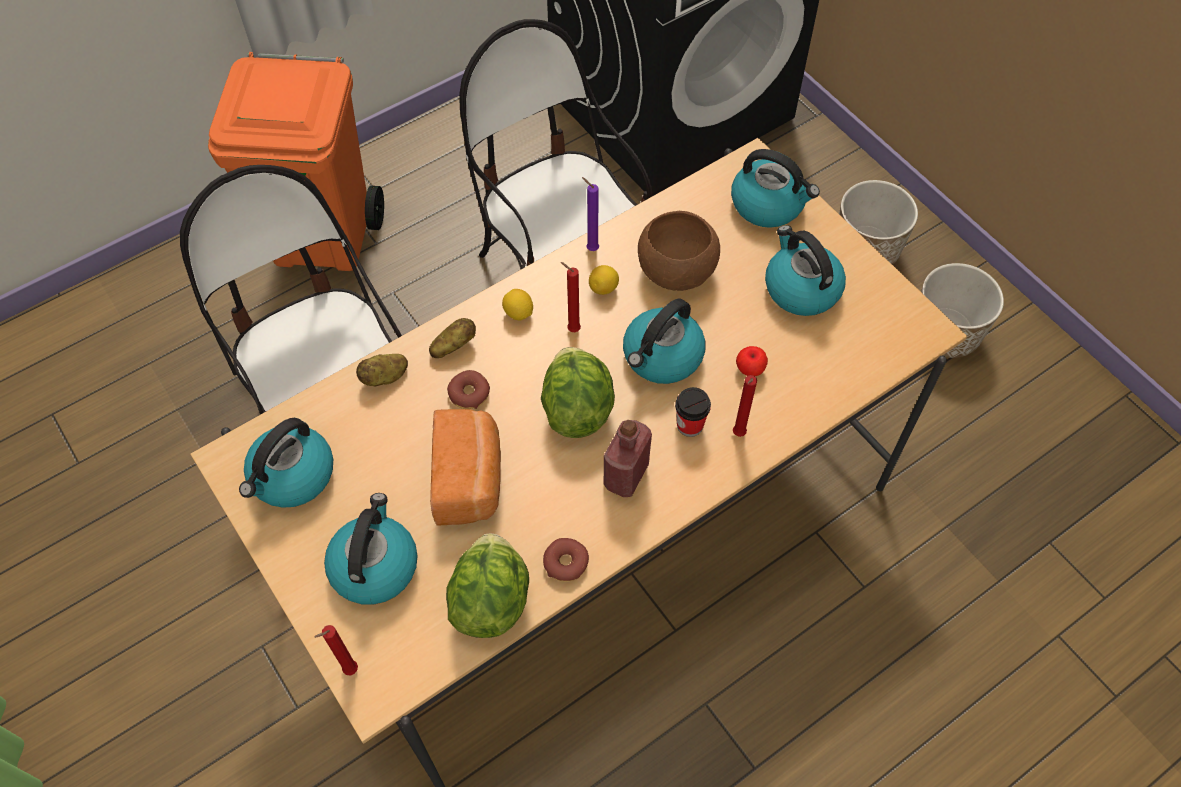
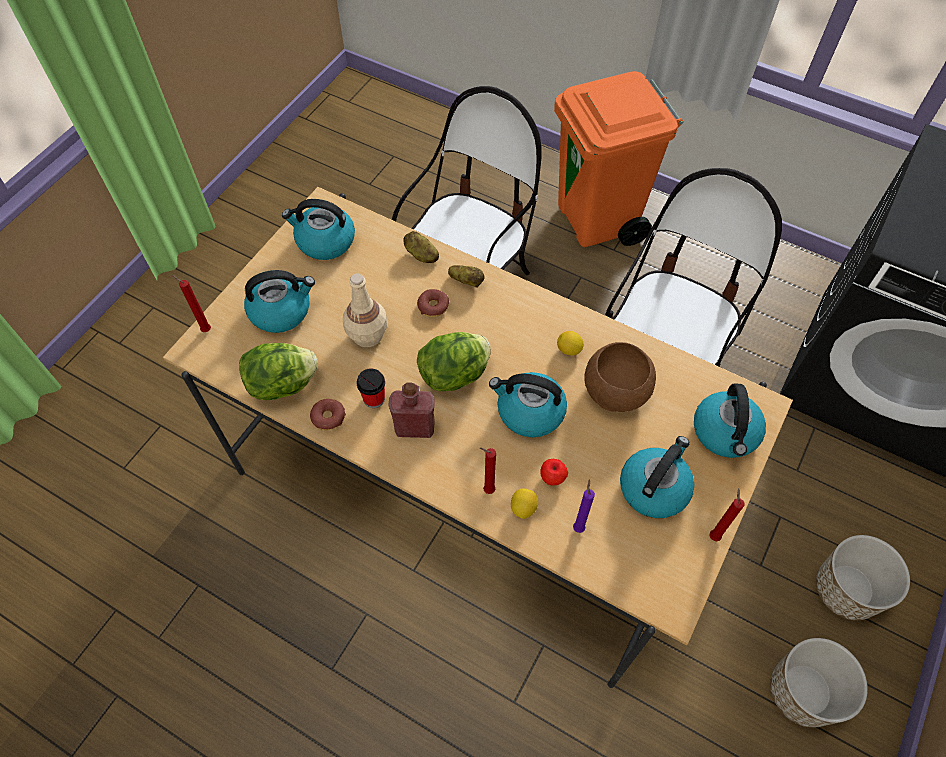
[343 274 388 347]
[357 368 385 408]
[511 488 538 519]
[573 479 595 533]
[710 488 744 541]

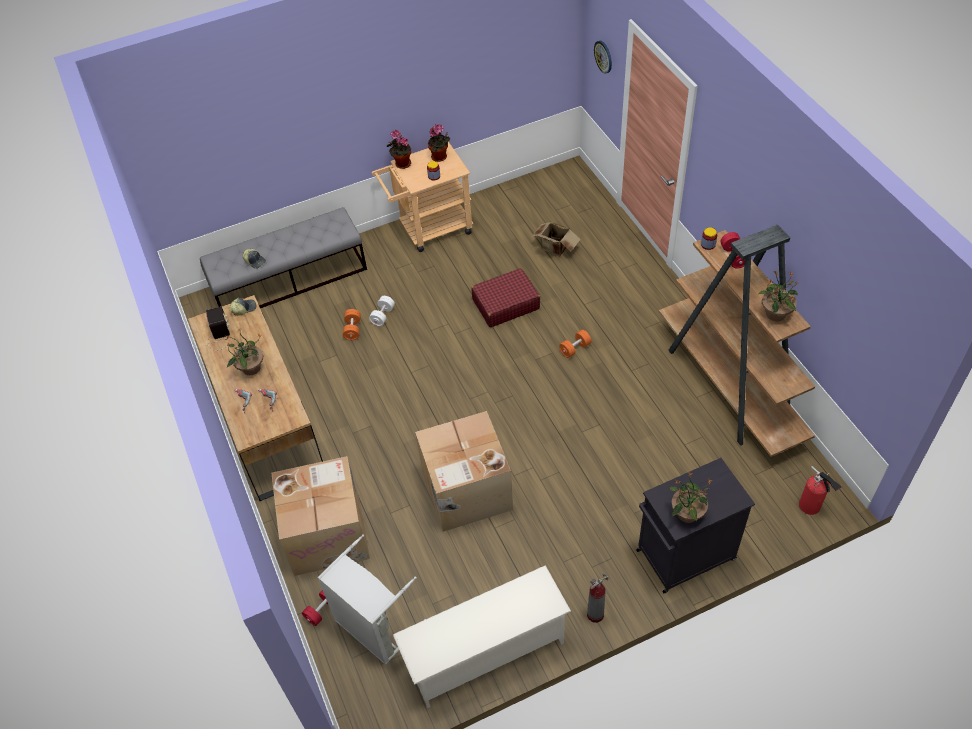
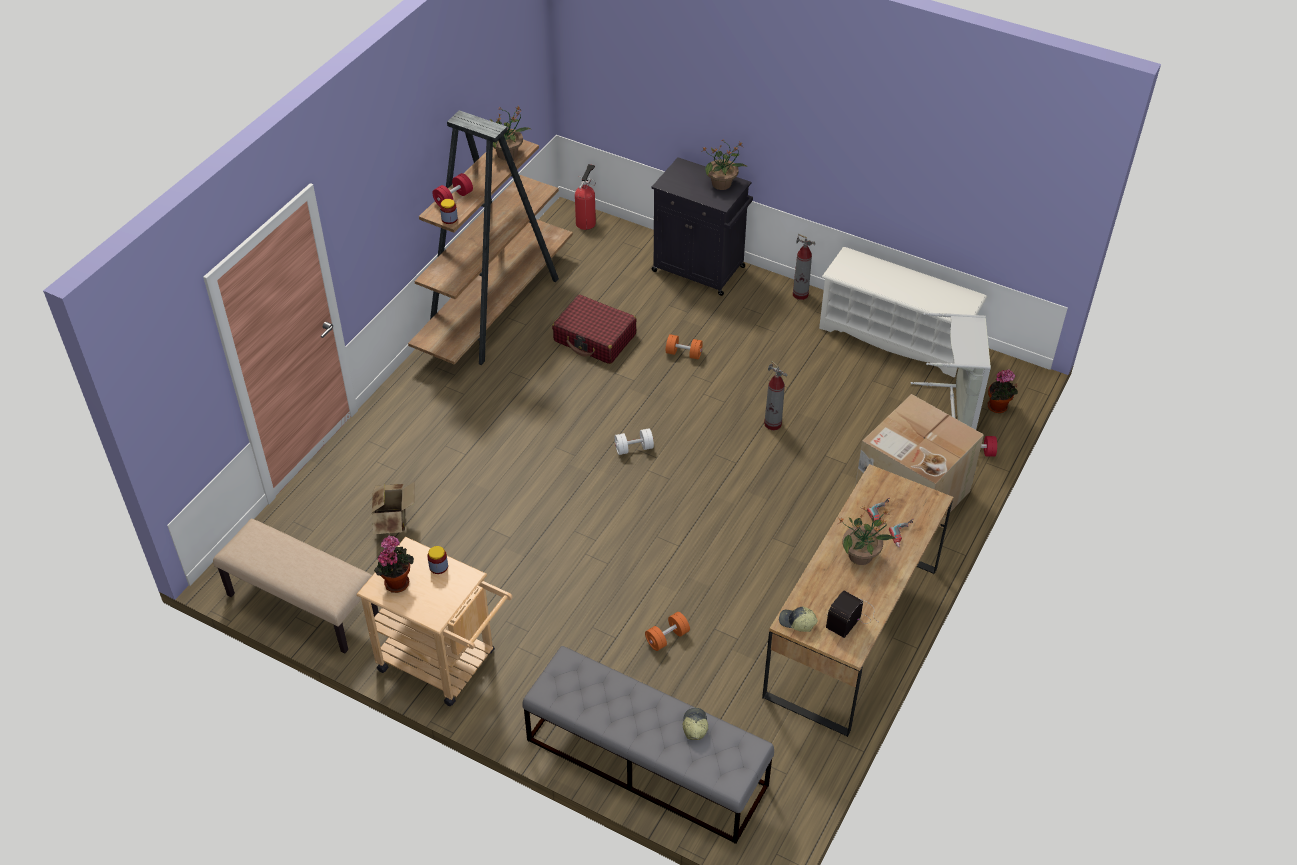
[213 519 379 653]
[552 295 637 364]
[615 428 654 455]
[666 334 703 359]
[764 361 787 431]
[988 369 1018 413]
[594 41 612 74] (first image)

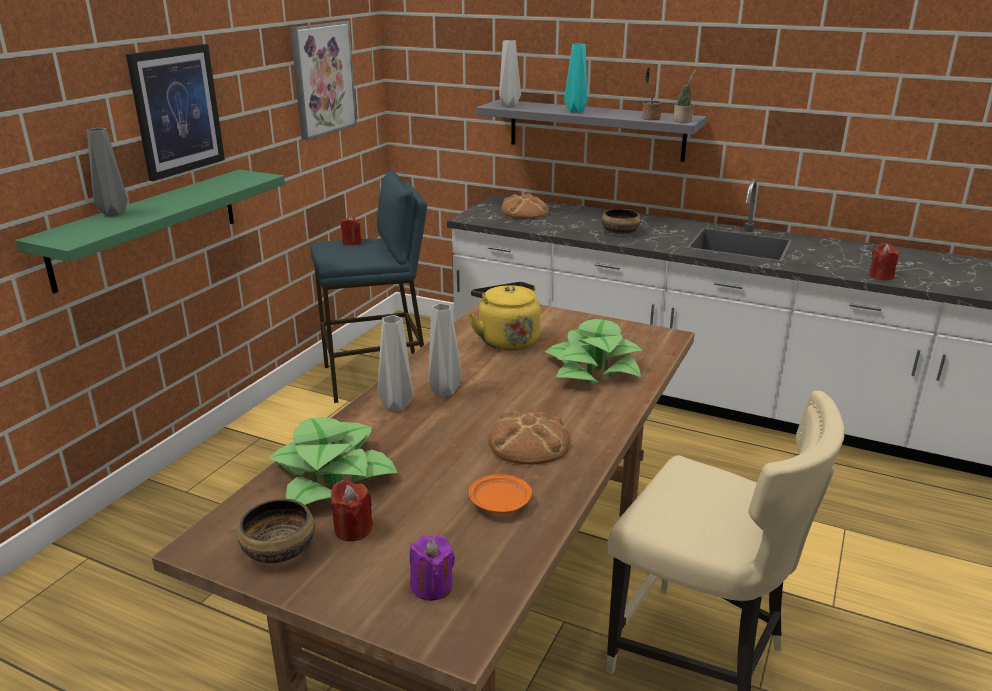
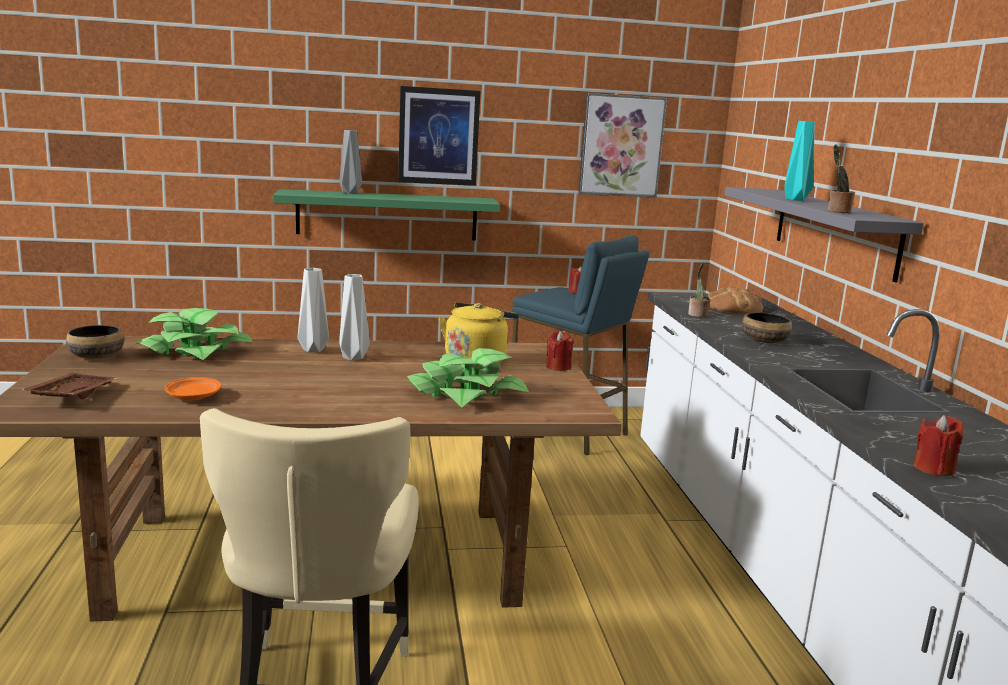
[20 373 118 399]
[546 331 573 371]
[688 262 711 317]
[489 410 570 465] (first image)
[499 40 521 107] (first image)

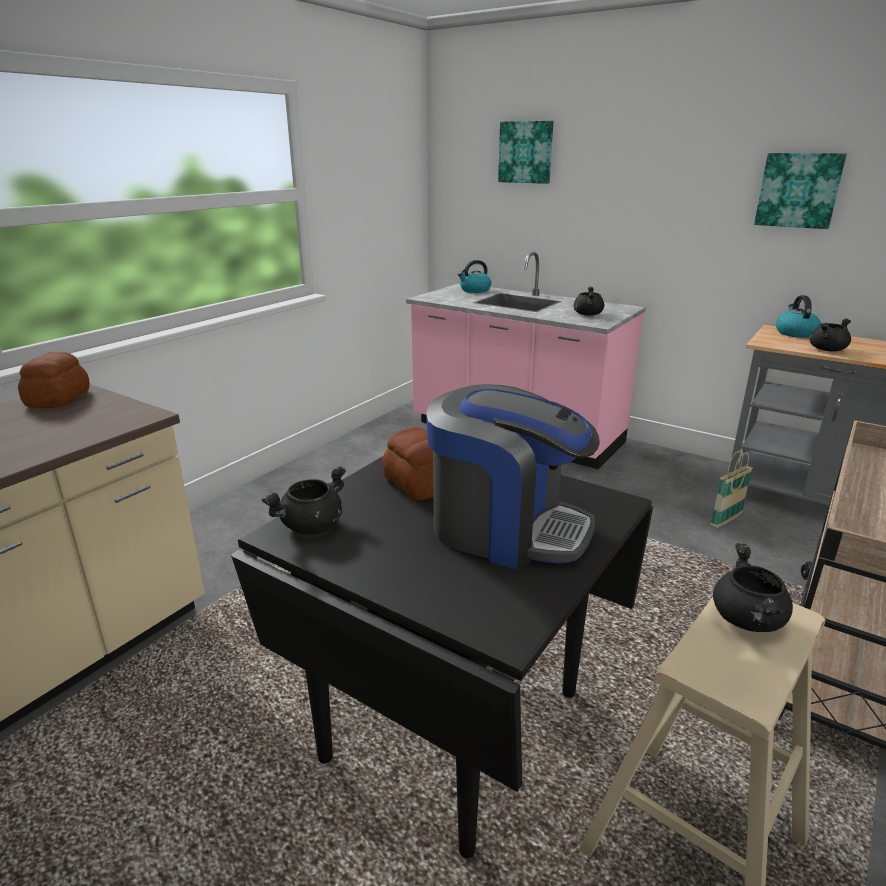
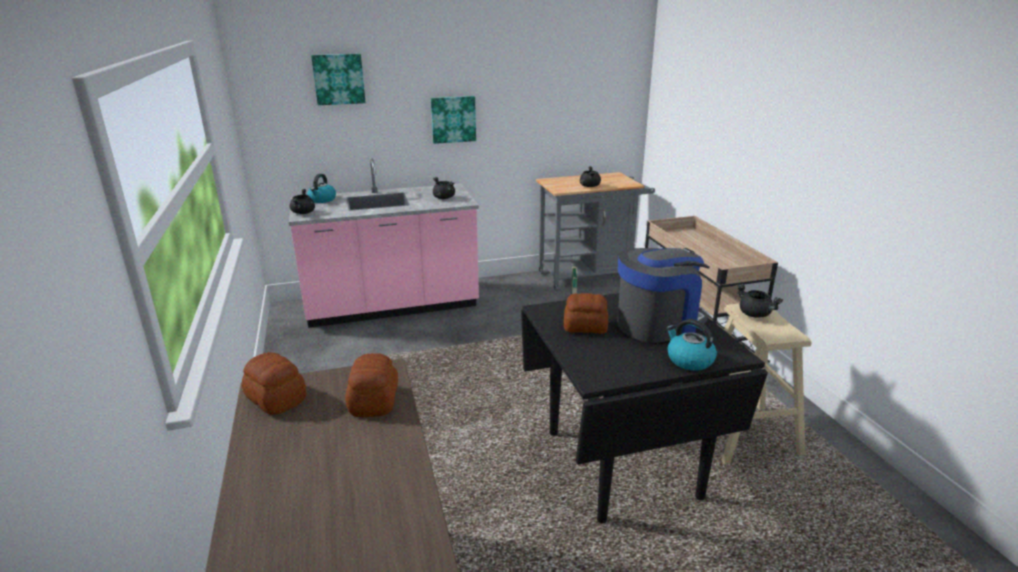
[290 189 315 214]
[345 353 398 417]
[431 96 476 144]
[666 319 717 371]

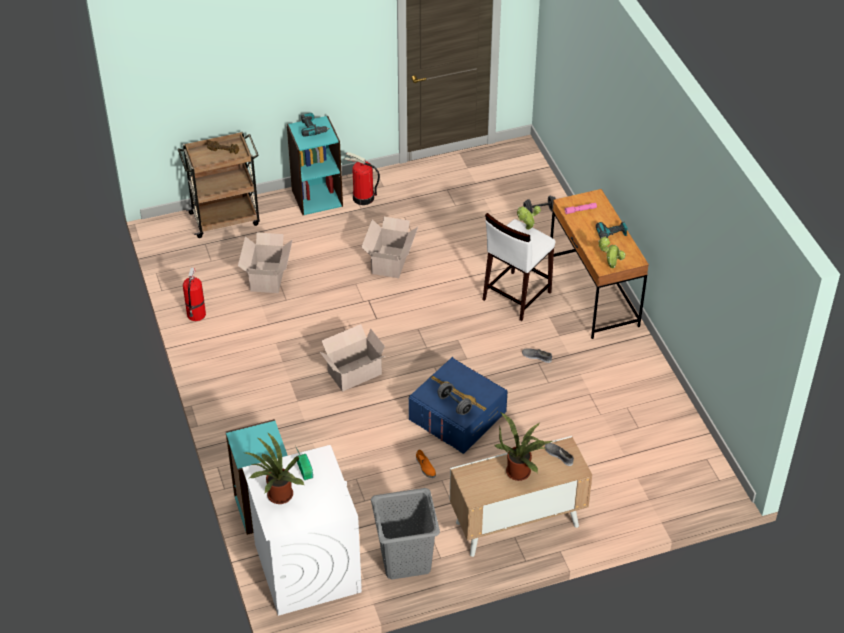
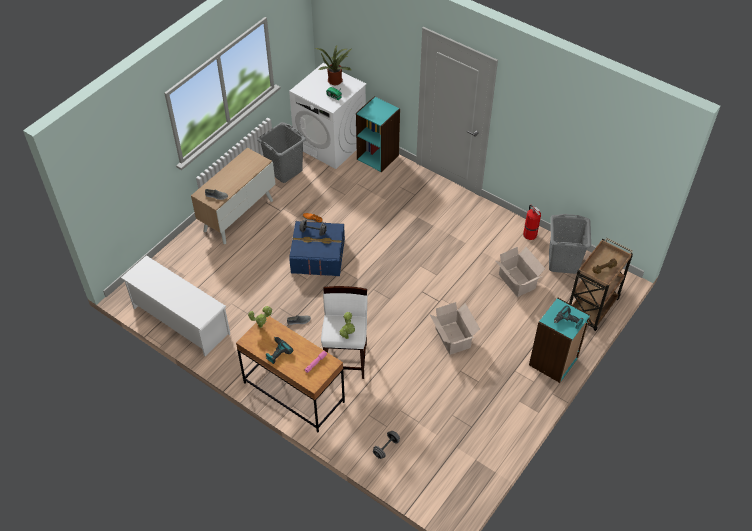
[121 255 230 357]
[549 214 591 274]
[319 324 385 391] (first image)
[345 152 380 205] (first image)
[495 412 553 481] (first image)

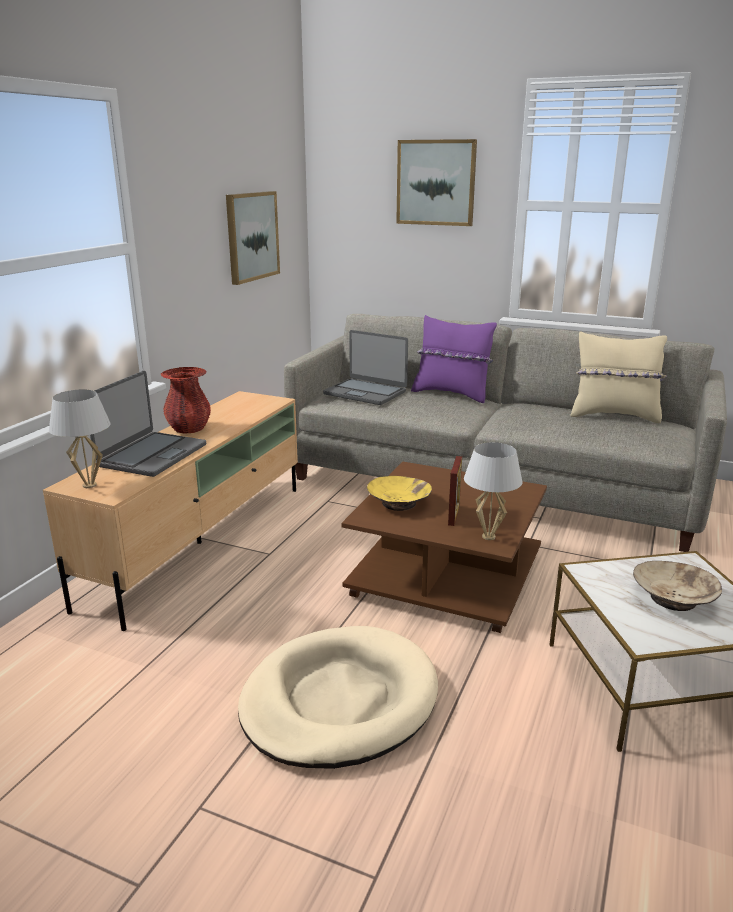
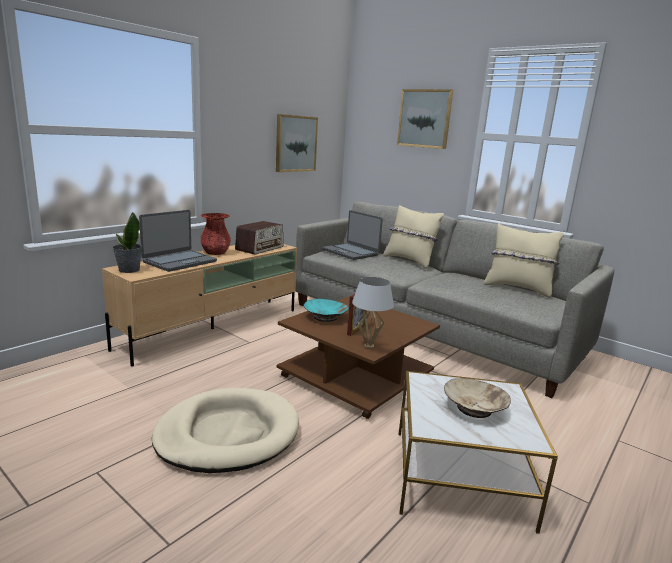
[112 212 142 273]
[235 221 284 254]
[304 299 349 322]
[383 205 444 269]

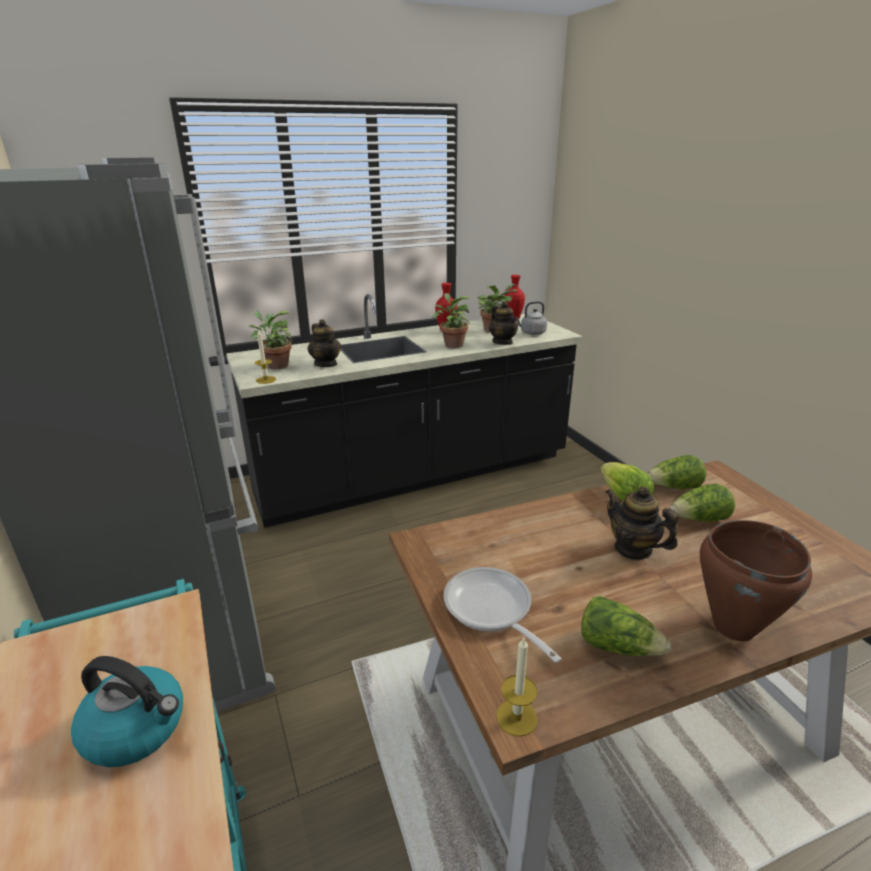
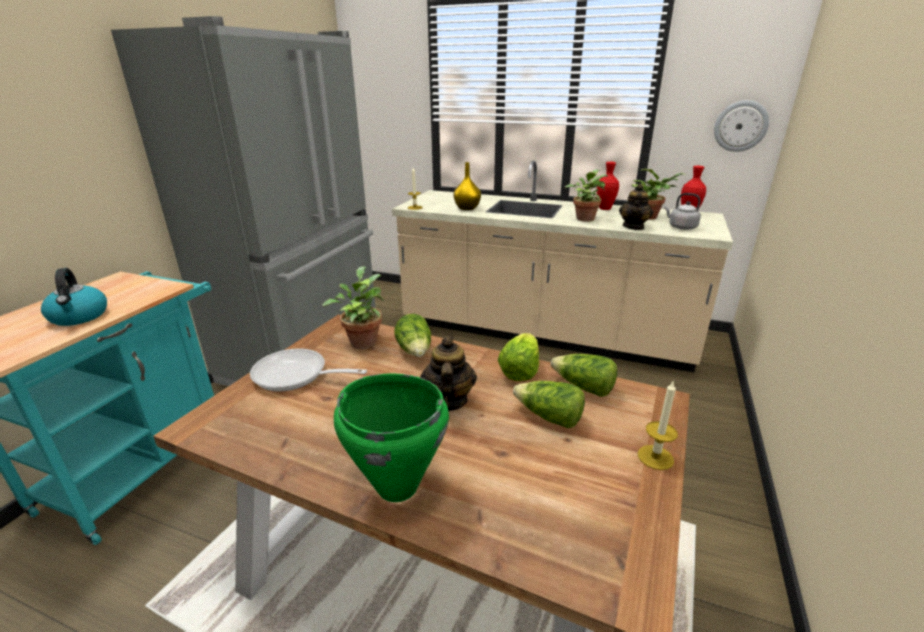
[250 348 367 392]
[322 266 384 349]
[334 374 449 502]
[392 160 733 372]
[394 314 431 357]
[453 162 481 210]
[638 382 678 470]
[714 100 769 152]

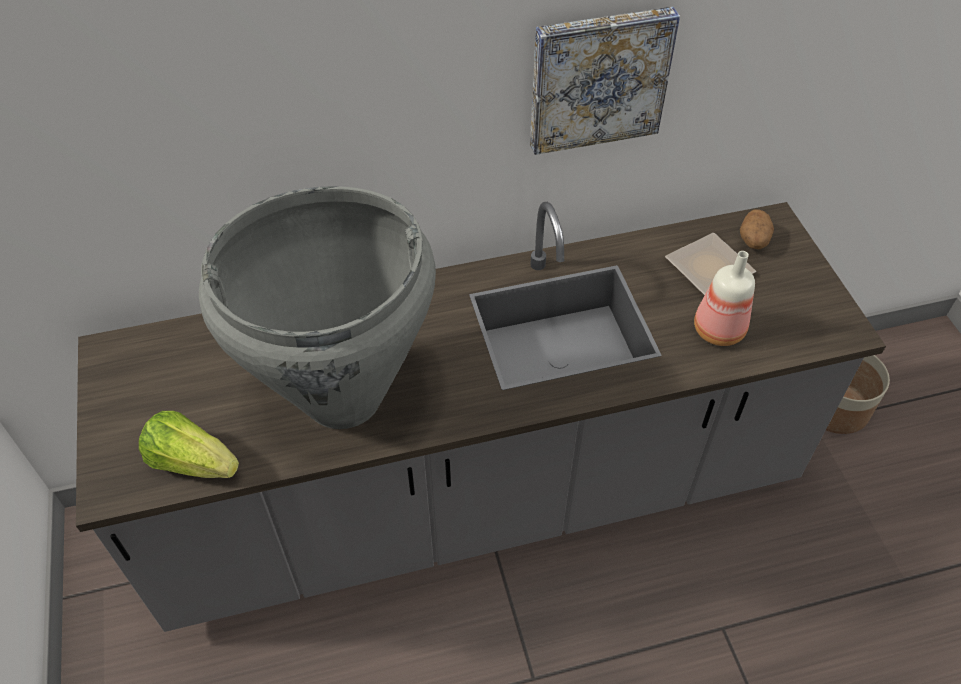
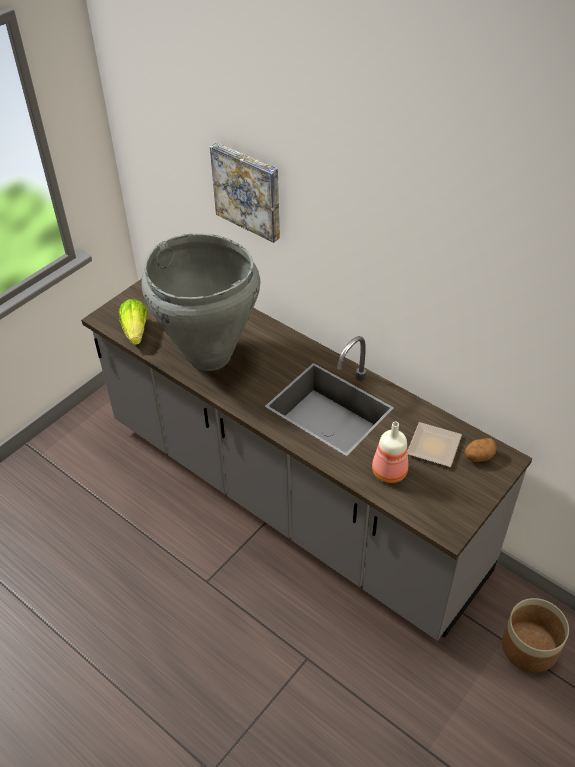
[210 142 280 243]

